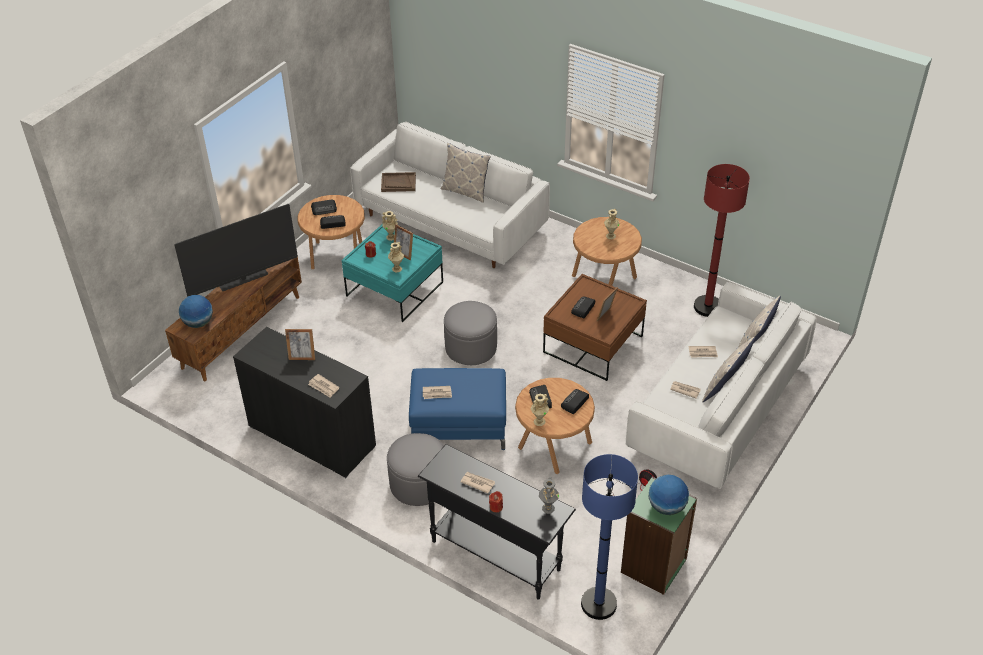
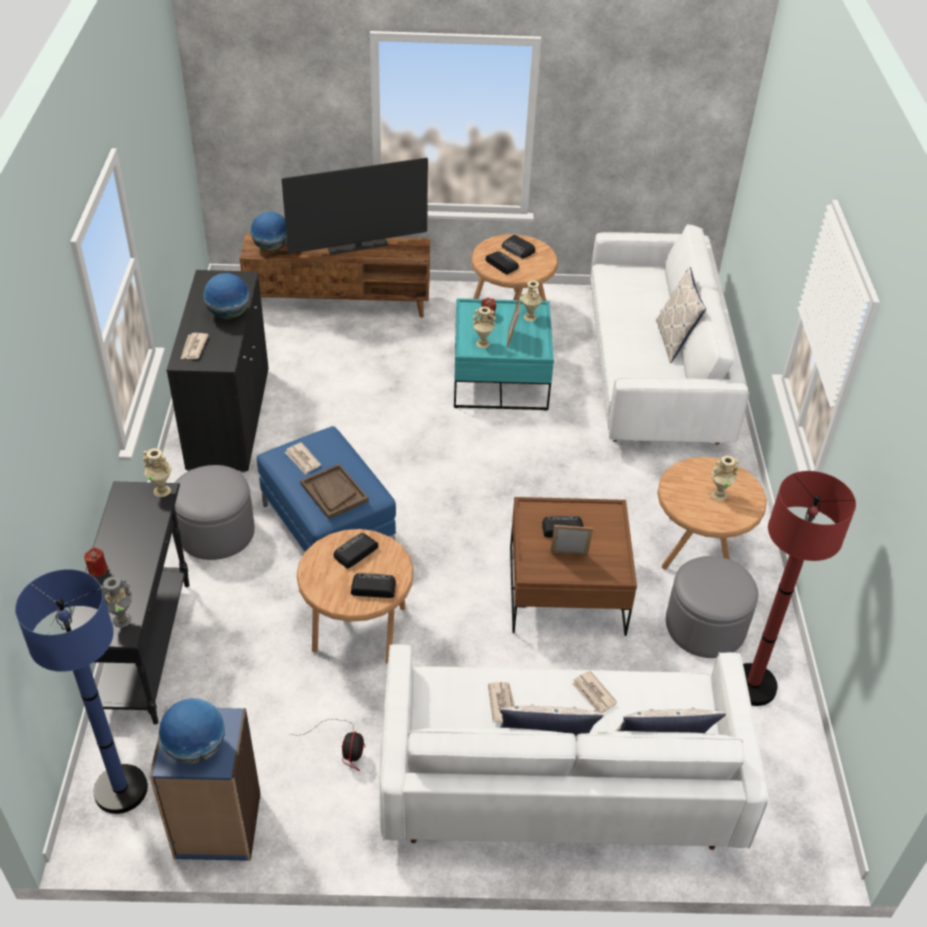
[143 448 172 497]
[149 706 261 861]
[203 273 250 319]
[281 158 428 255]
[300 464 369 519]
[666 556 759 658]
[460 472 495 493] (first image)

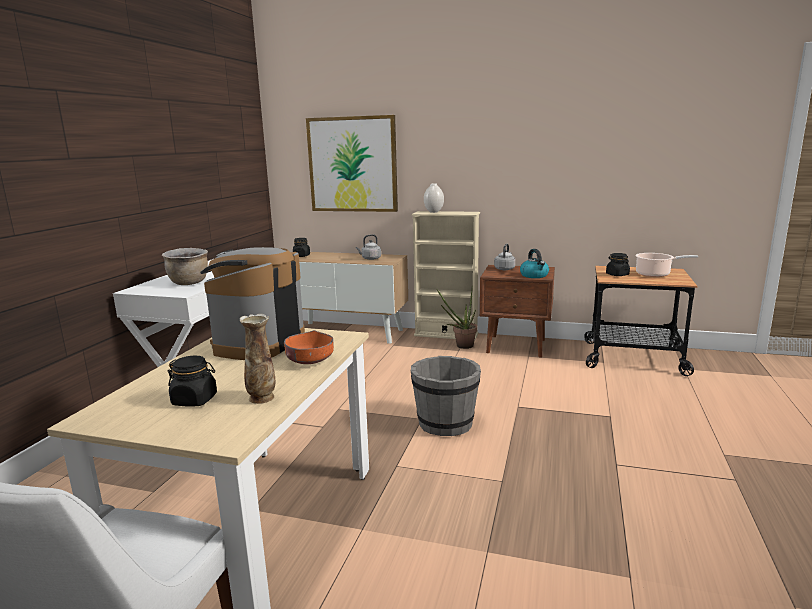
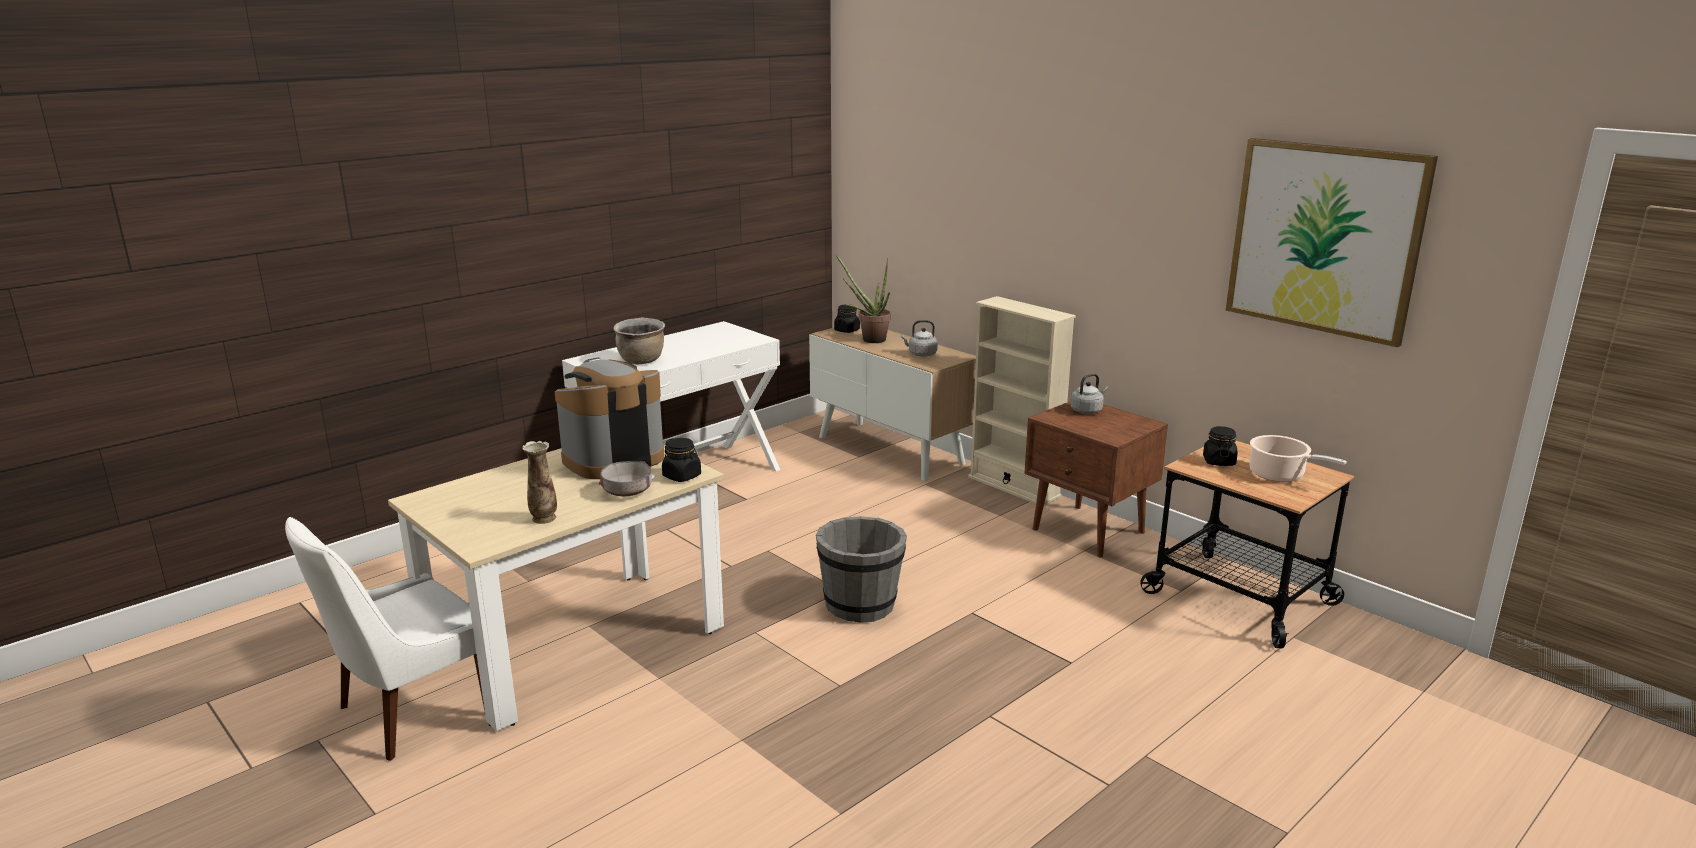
[599 461 655 496]
[662 438 701 482]
[836 255 891 343]
[1226 138 1438 347]
[424 184 444 213] (first image)
[520 249 549 278] (first image)

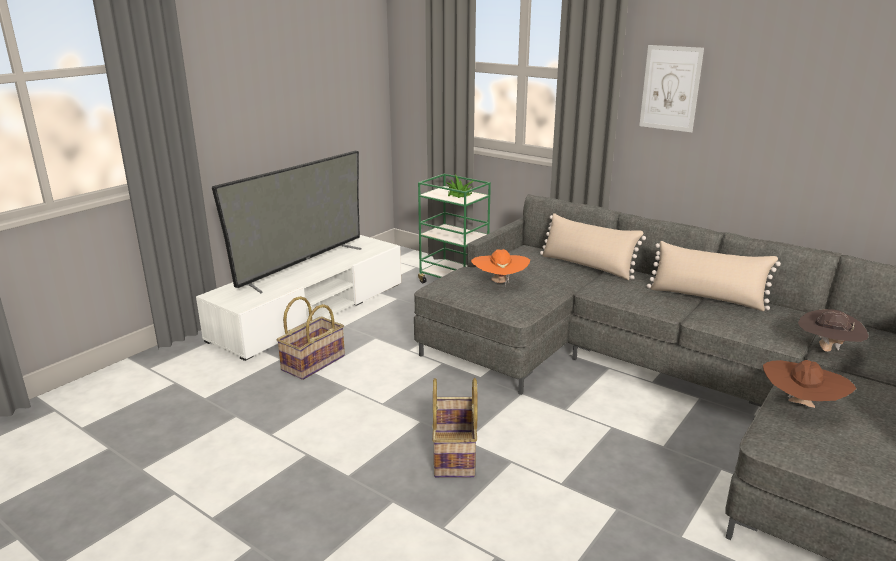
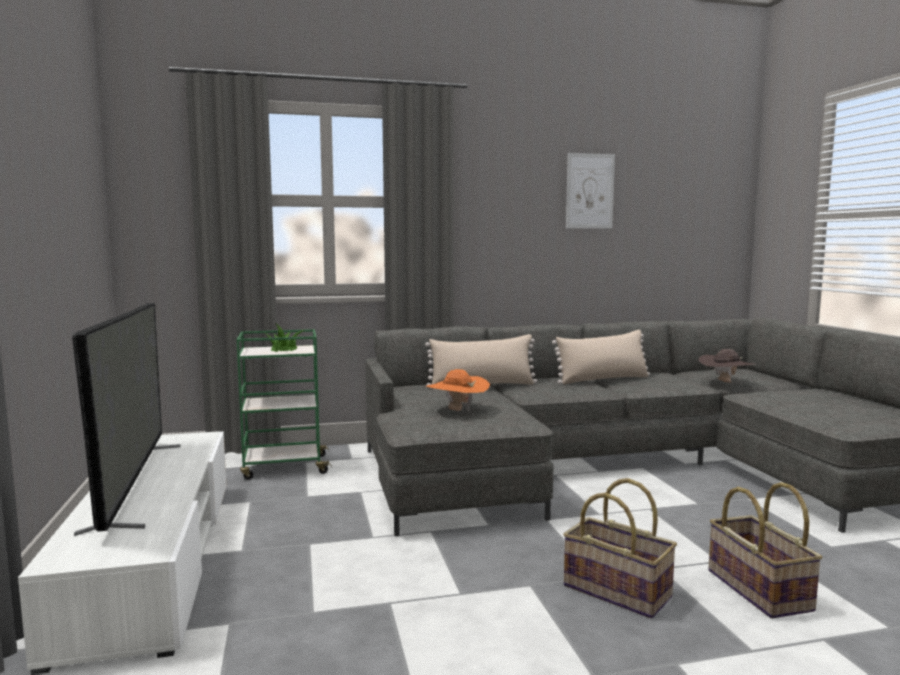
[566 153 615 228]
[708 482 822 619]
[763 360 856 408] (first image)

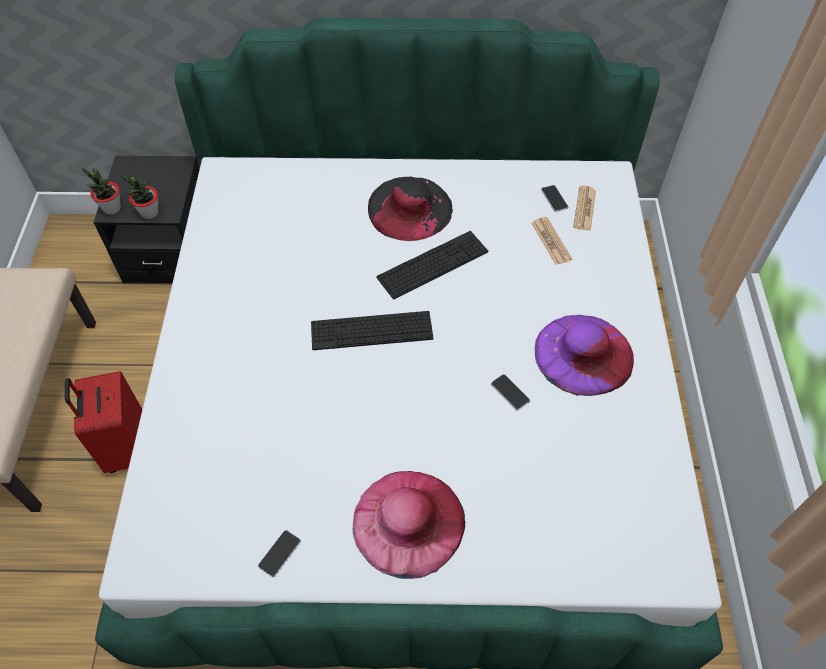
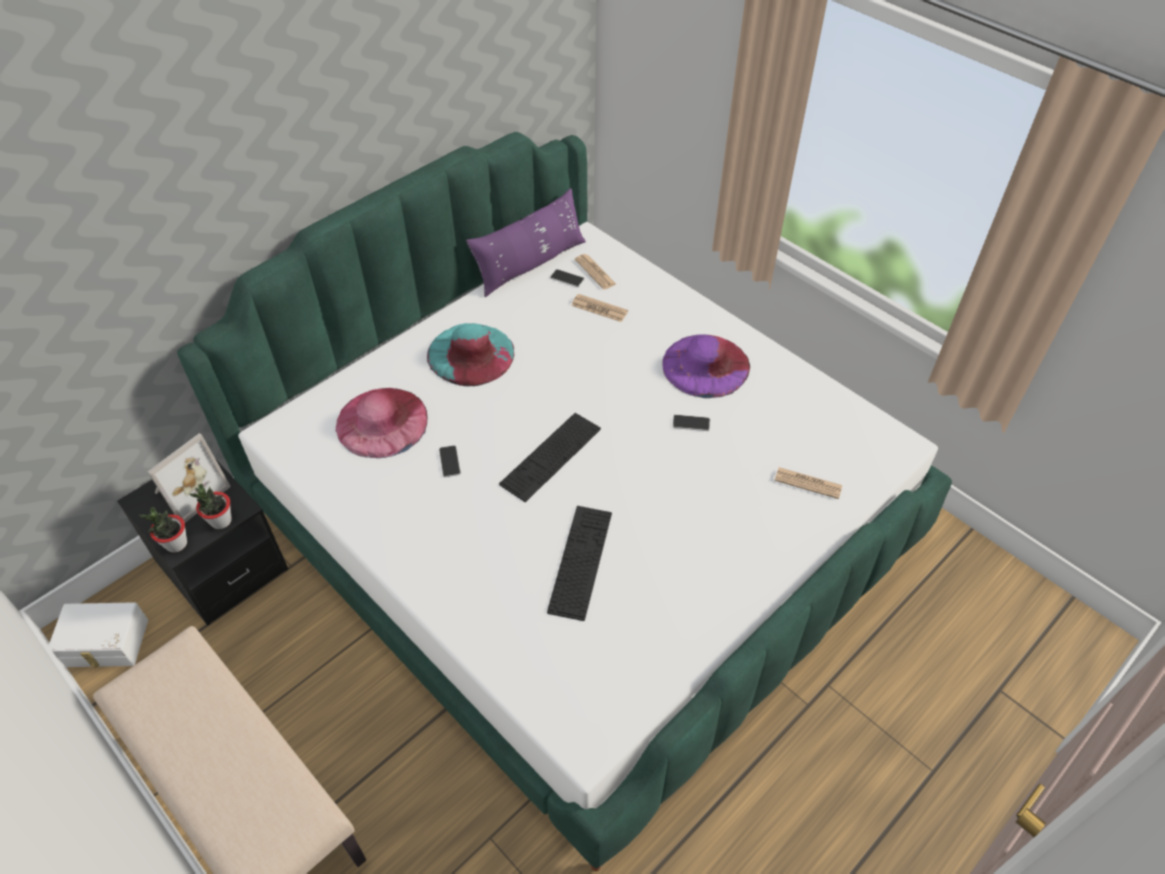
[48 602 148 667]
[147 433 231 523]
[336 388 428 458]
[427 323 514 386]
[439 445 461 477]
[466 188 586 297]
[547 506 612 621]
[775 467 842 499]
[65 371 142 473] (first image)

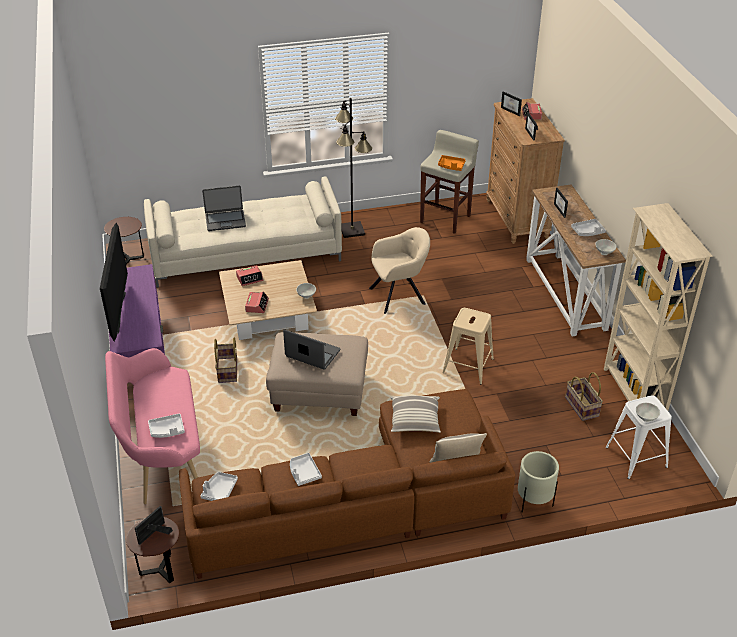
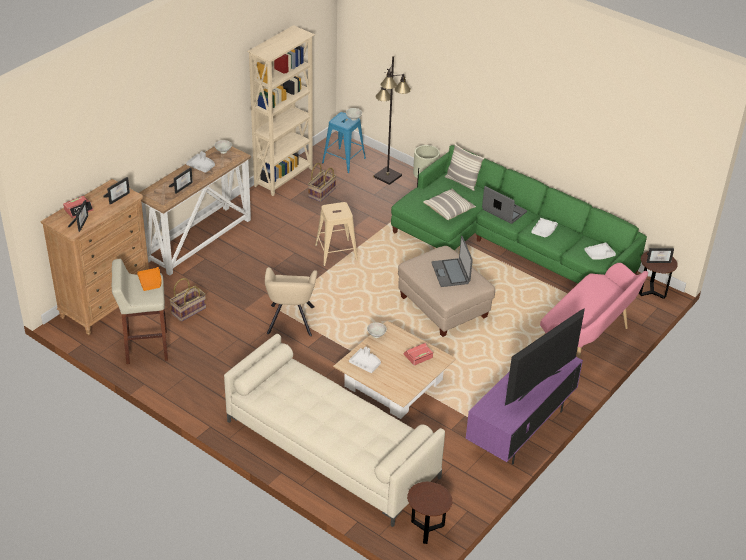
[170 278 206 322]
[265 267 317 336]
[322 112 366 173]
[349 347 381 373]
[374 56 411 185]
[391 145 647 283]
[482 186 527 224]
[236 265 263 286] (first image)

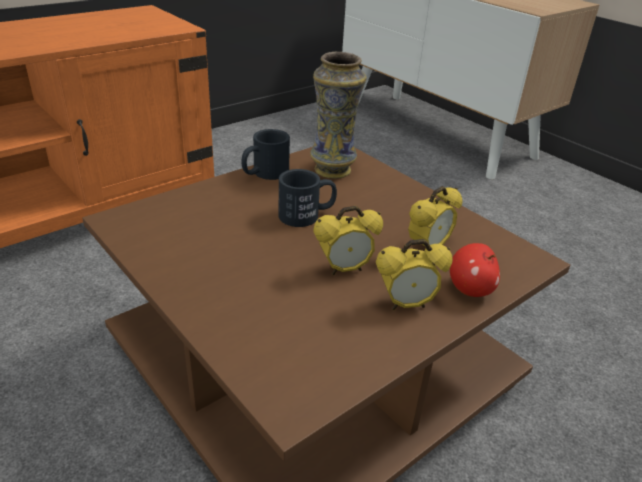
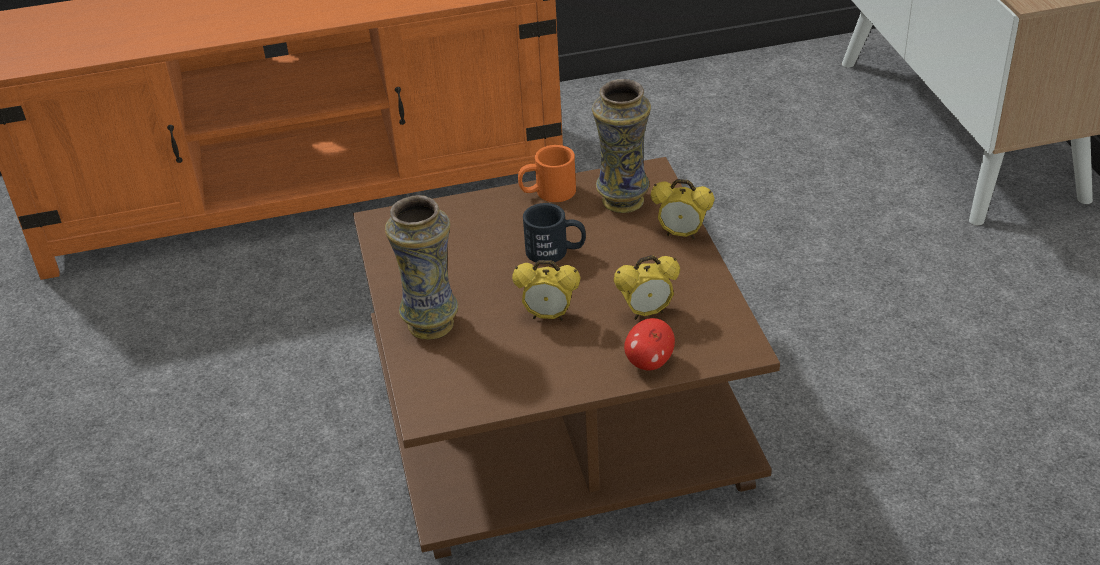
[385 195 458 340]
[518 145 576 202]
[651 179 715 240]

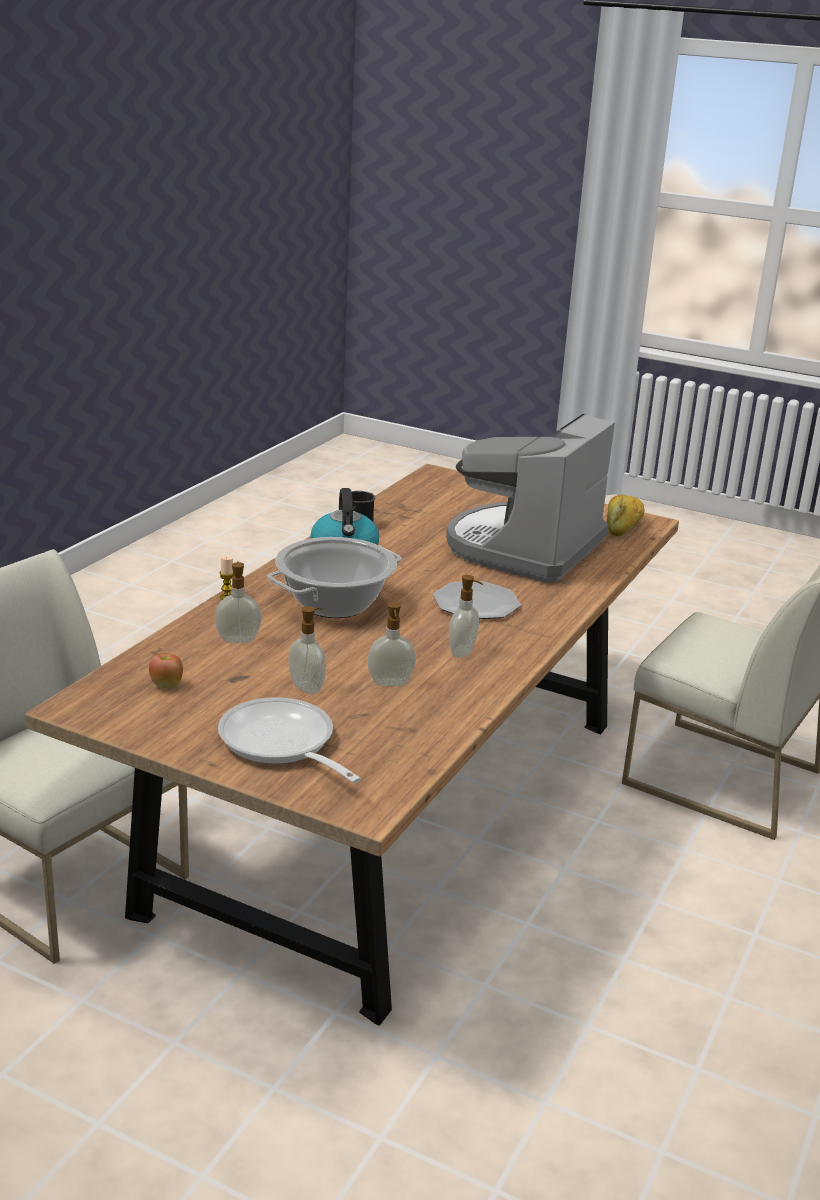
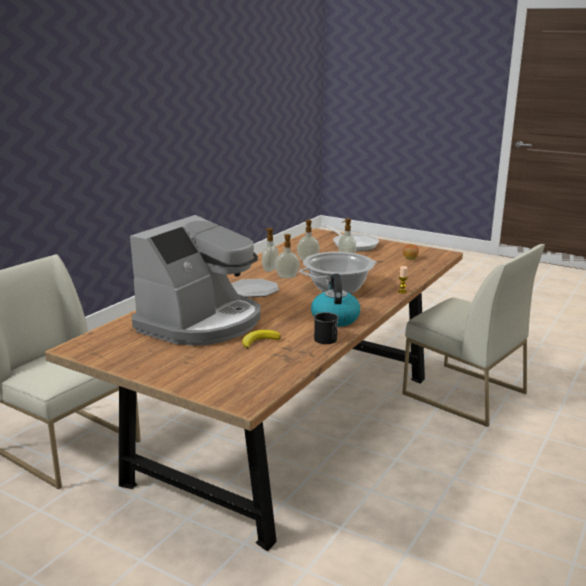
[242 330 281 349]
[275 234 300 278]
[607 495 644 537] (first image)

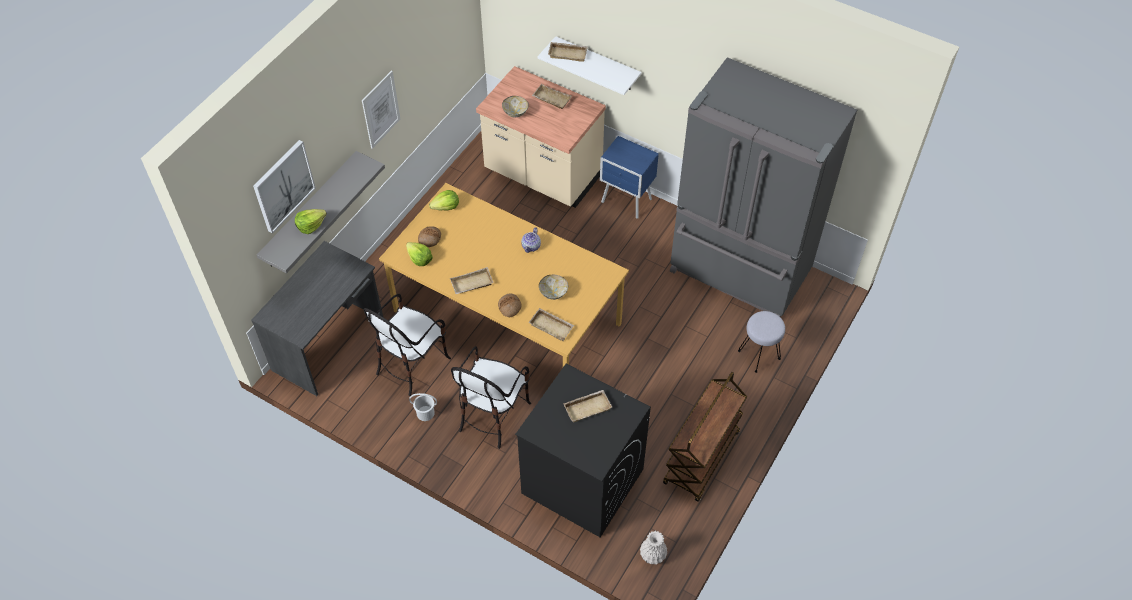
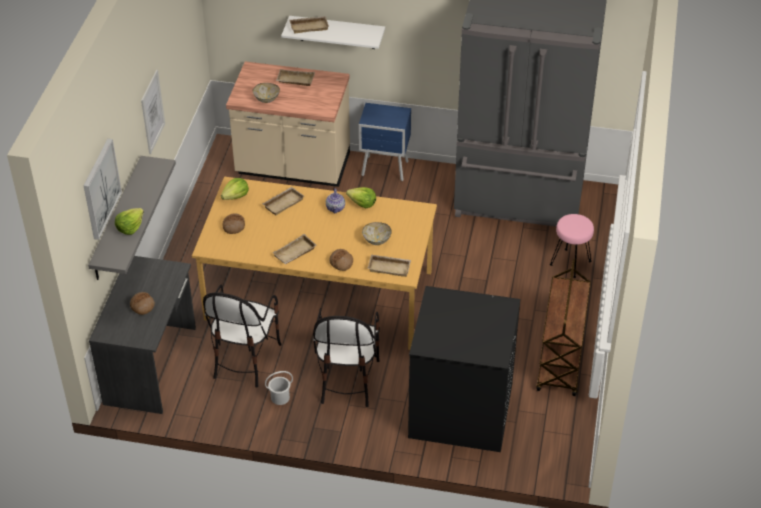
[130 292 155 315]
[262 187 304 215]
[346 187 376 208]
[550 214 594 278]
[640 531 667 565] (first image)

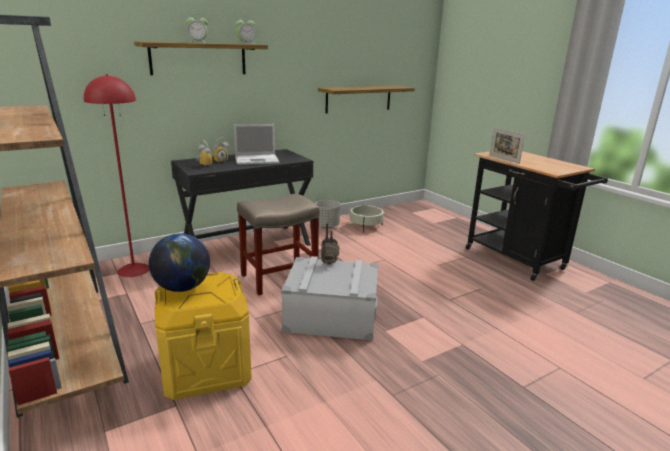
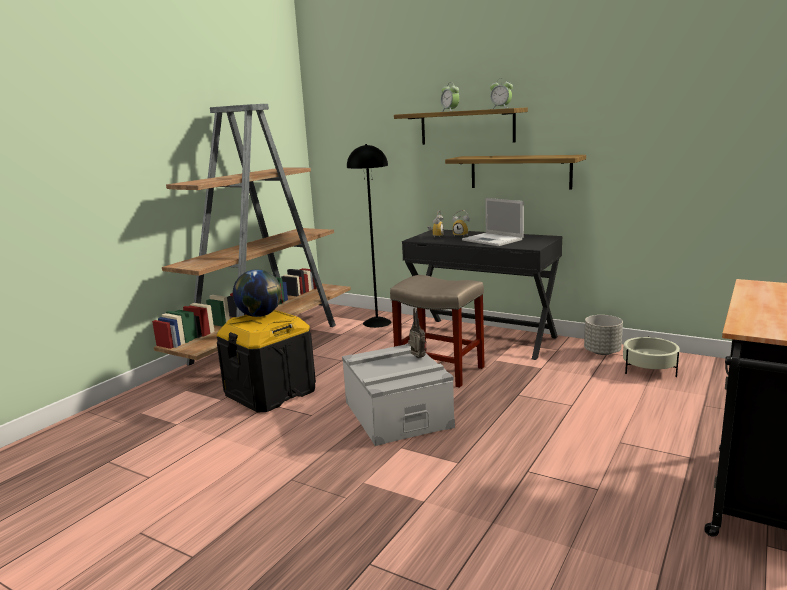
[217 310 316 413]
[347 144 391 328]
[445 155 586 190]
[490 128 525 164] (first image)

